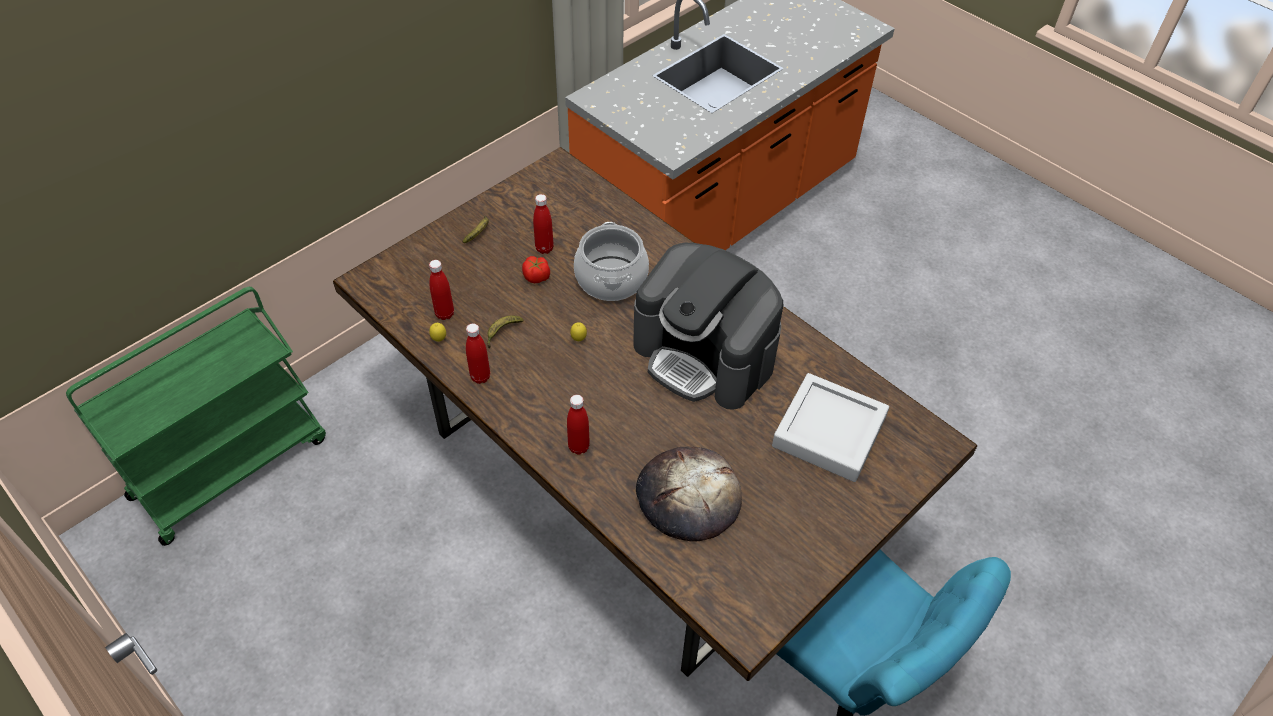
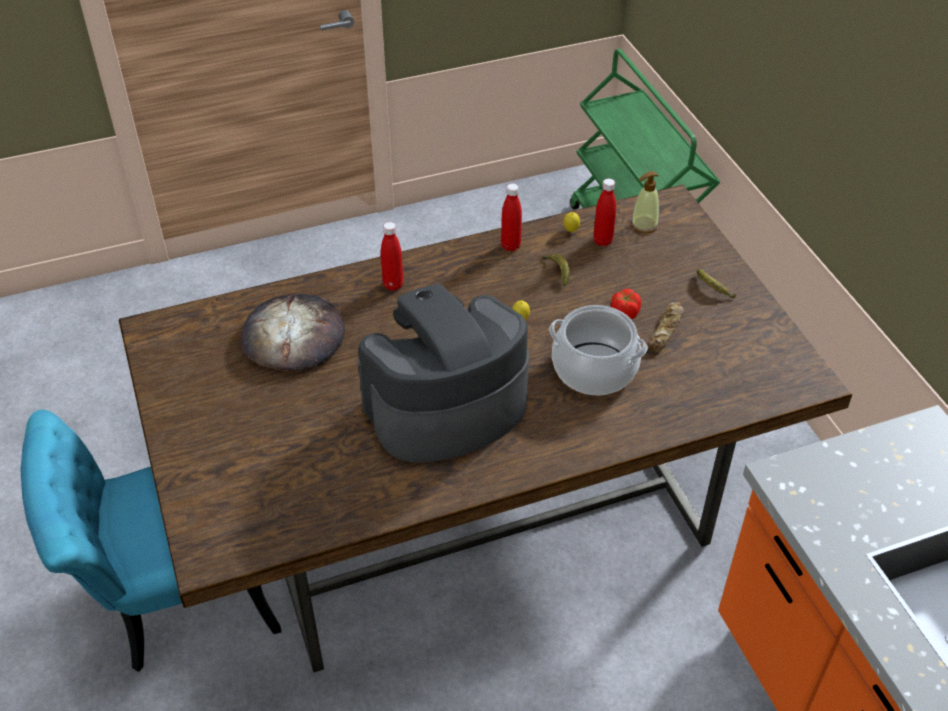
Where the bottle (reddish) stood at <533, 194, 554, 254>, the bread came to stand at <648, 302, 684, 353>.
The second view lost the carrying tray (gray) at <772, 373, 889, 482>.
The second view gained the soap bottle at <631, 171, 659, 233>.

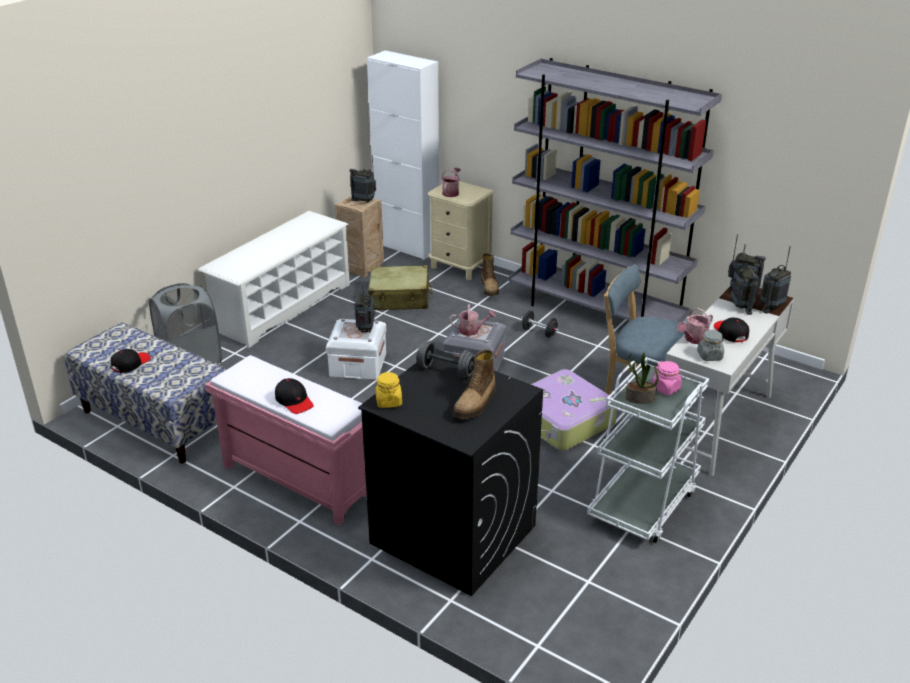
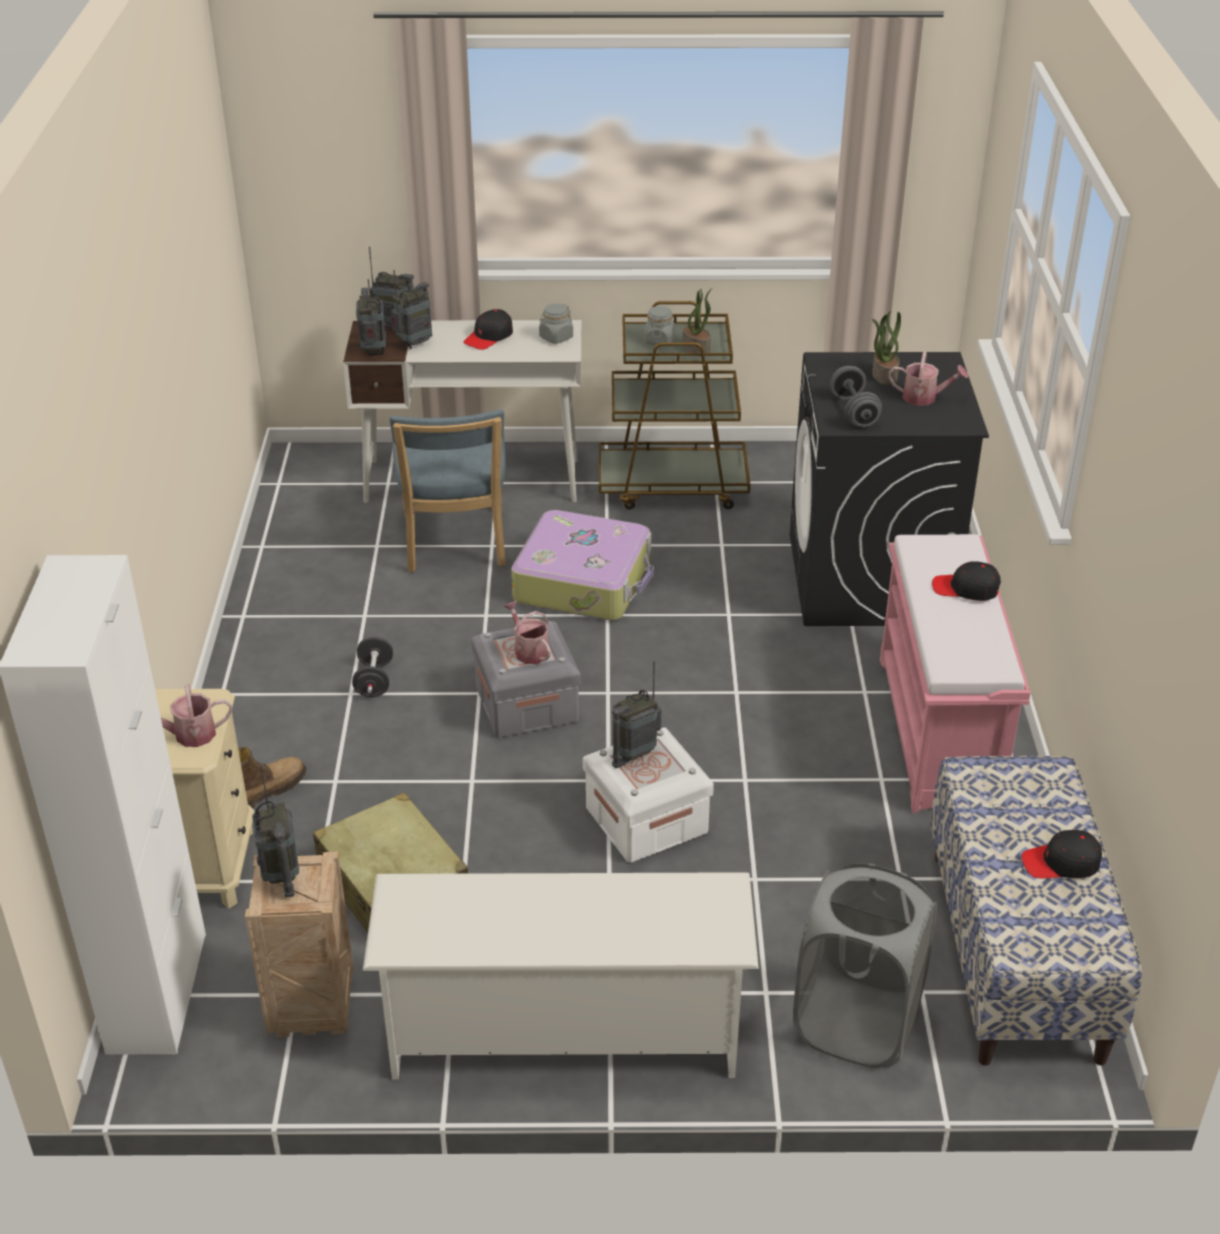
The second view lost the bookcase (gray) at <509, 58, 722, 322>.
The watering pot ended up elsewhere, having gone from <677, 308, 713, 344> to <889, 352, 968, 406>.
Where the high-top boot stood at <453, 349, 496, 419>, the potted plant came to stand at <872, 311, 901, 385>.
What was the wheeled cart (white-coloured) at <587, 357, 709, 543> turned into the wheeled cart (brownish) at <599, 301, 751, 510>.
What was the preserve jar (pink) at <652, 361, 682, 395> turned into the preserve jar (gray) at <644, 306, 675, 345>.
The second view lost the preserve jar (yellow) at <375, 372, 402, 408>.
The peaked cap (black) at <275, 378, 314, 414> ended up facing another way, 90 degrees counterclockwise from before.

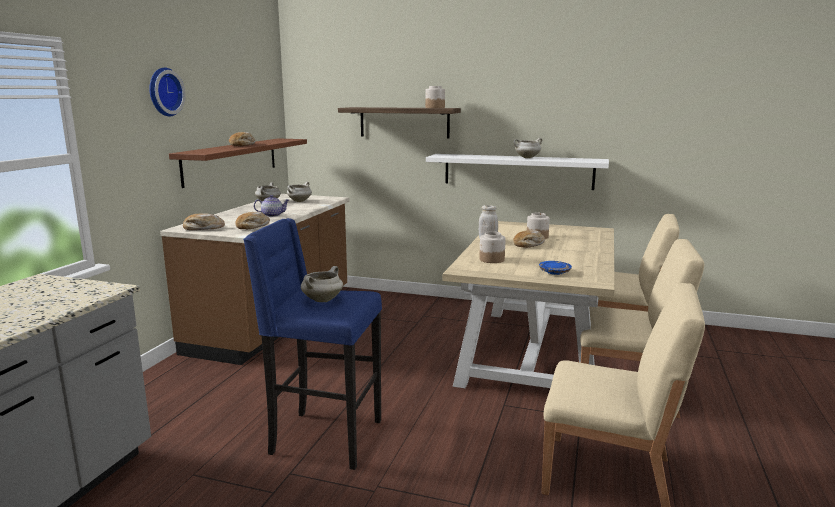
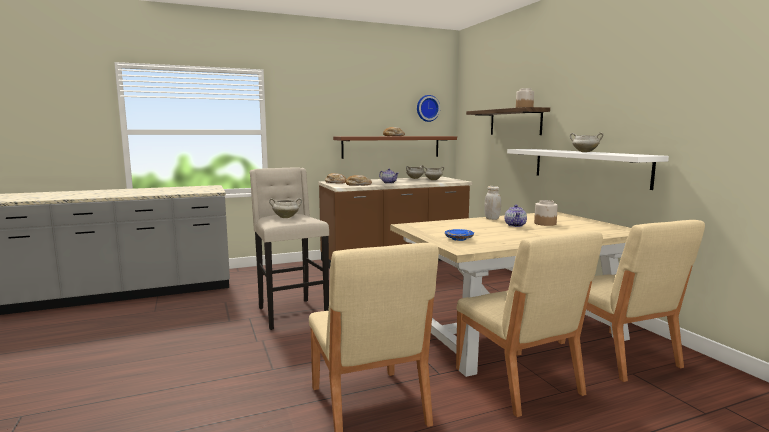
The wall clock ended up elsewhere, having gone from <149, 68, 186, 117> to <417, 95, 440, 122>.
What was the stool seat (bluish) at <243, 218, 382, 470> turned into the stool seat (sand-coloured) at <249, 167, 329, 330>.
Where the bread stood at <514, 230, 545, 248>, the pot for tea came to stand at <505, 205, 527, 227>.
The second view lost the preserve jar at <479, 231, 506, 263>.

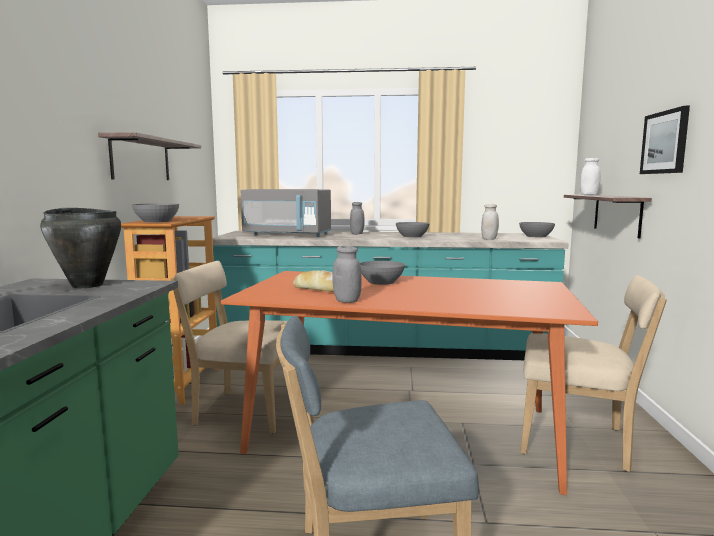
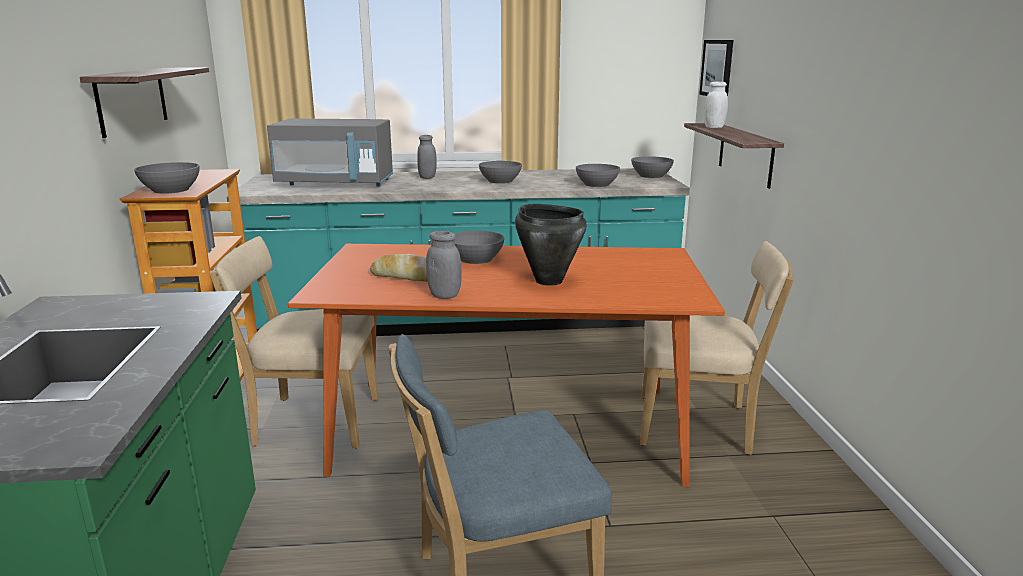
The picture ended up elsewhere, having gone from <640, 106, 690, 174> to <699, 40, 733, 96>.
Where the preserve jar (white-coloured) stood at <481, 204, 499, 240>, the bowl (gray) came to stand at <576, 164, 620, 187>.
The saucepot (black) ended up elsewhere, having gone from <40, 208, 121, 288> to <515, 204, 587, 286>.

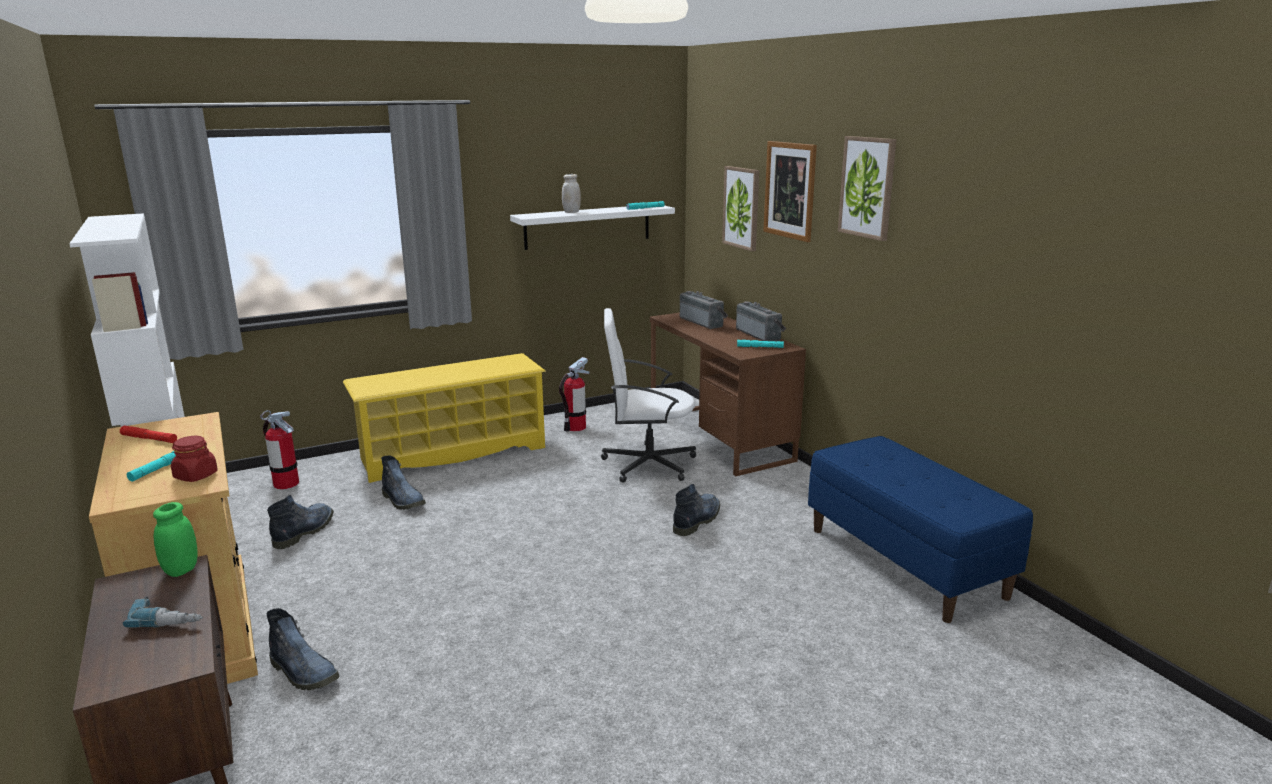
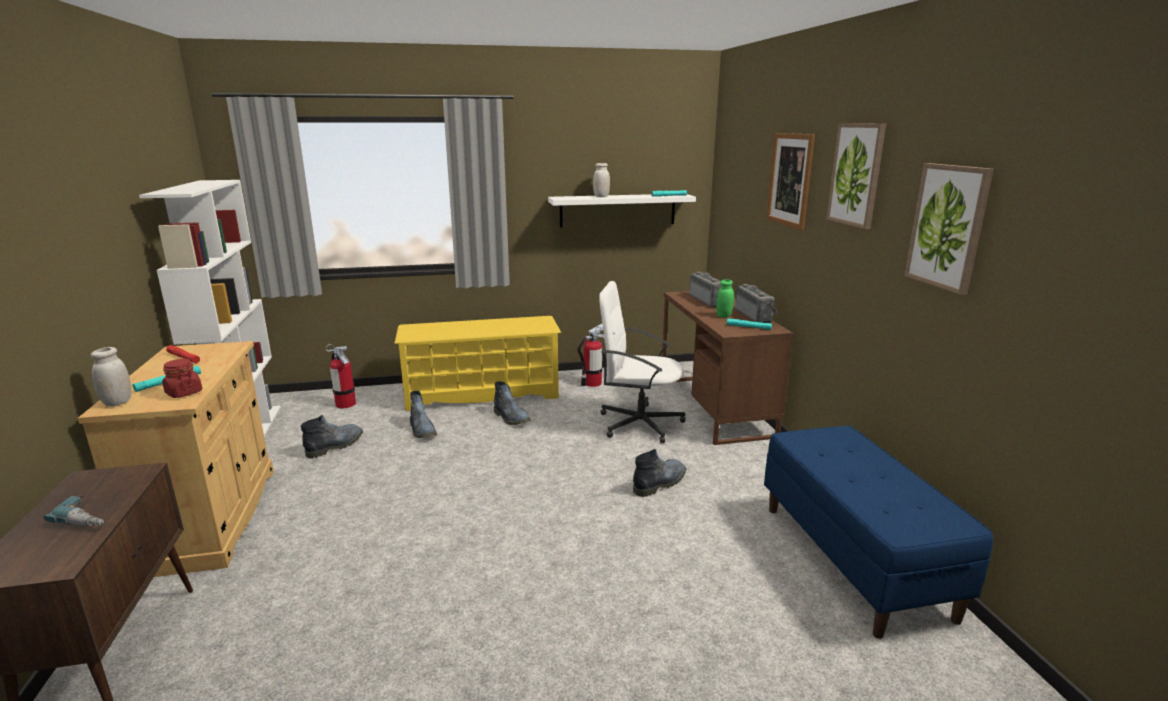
The picture ended up elsewhere, having gone from <722, 166, 759, 251> to <904, 163, 994, 295>.
The preserve jar (green-coloured) ended up elsewhere, having gone from <153, 502, 198, 577> to <716, 279, 734, 318>.
The high-top boot ended up elsewhere, having gone from <267, 608, 339, 690> to <494, 381, 531, 425>.
The second view gained the preserve jar (white-coloured) at <91, 347, 132, 407>.

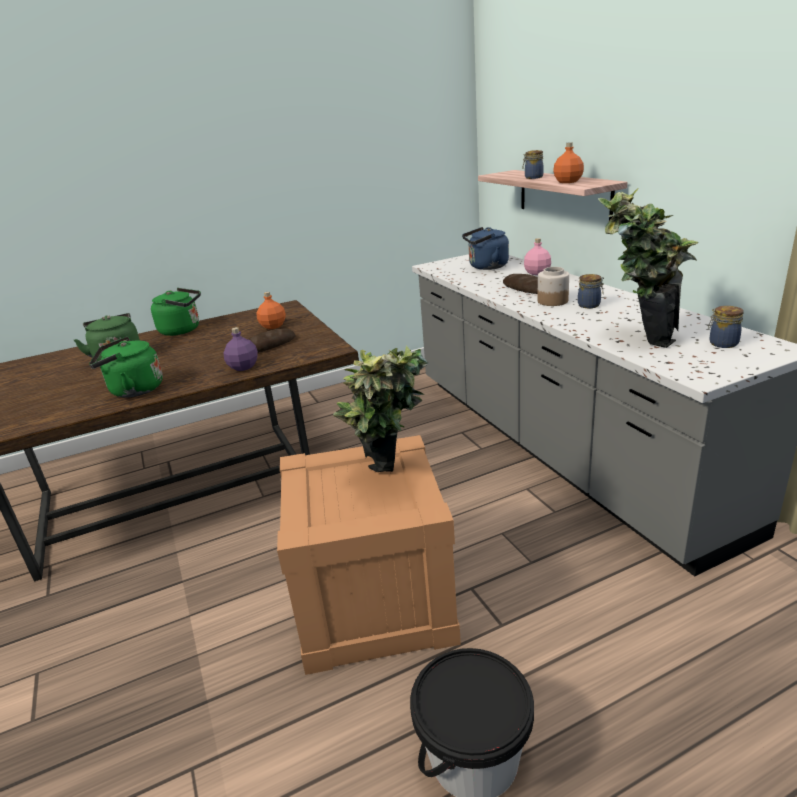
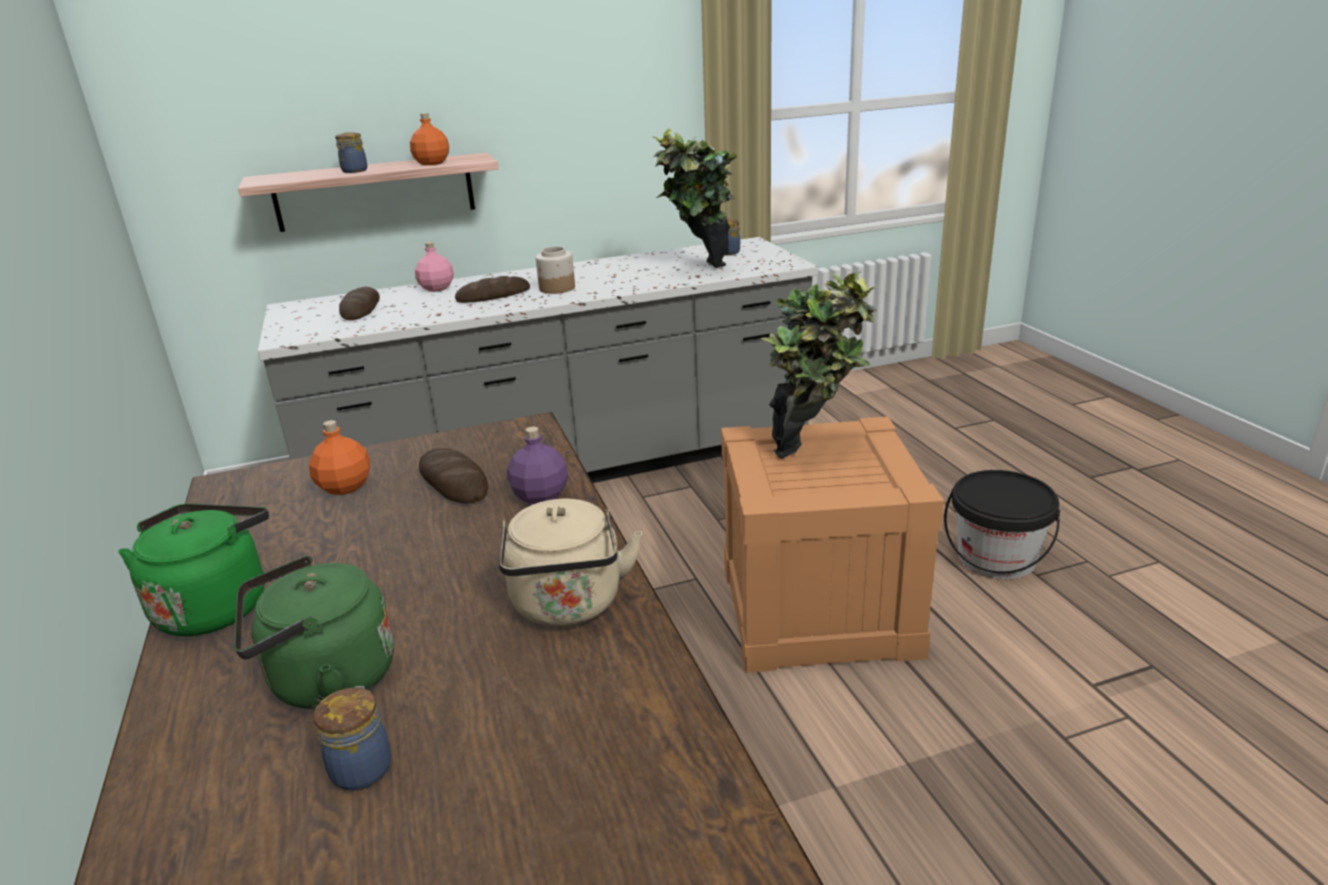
Where the kettle (bluish) stood at <462, 227, 509, 270>, the bread came to stand at <339, 287, 380, 320>.
The preserve jar ended up elsewhere, having gone from <578, 274, 604, 308> to <314, 686, 392, 791>.
What was the kettle (green-coloured) at <89, 337, 163, 398> turned into the kettle (sand-coloured) at <499, 499, 642, 627>.

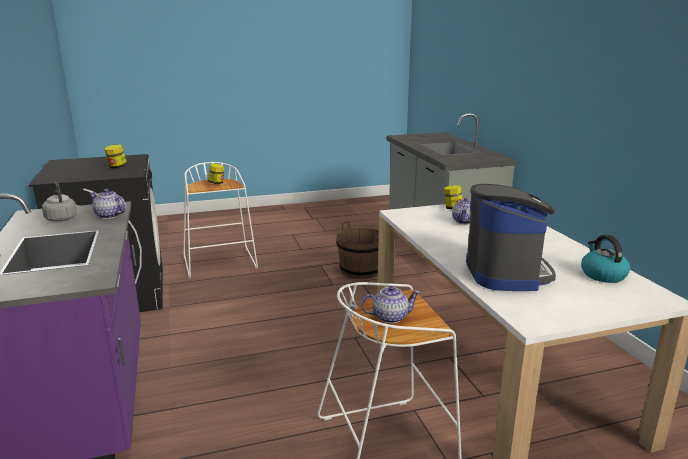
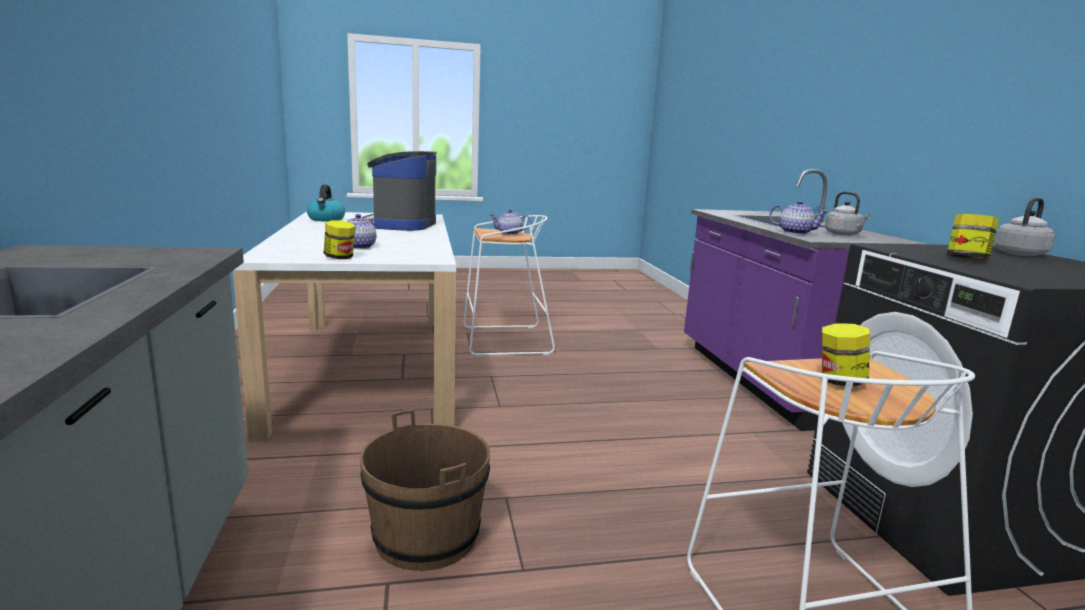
The second view gained the kettle (gray) at <994, 198, 1055, 256>.

